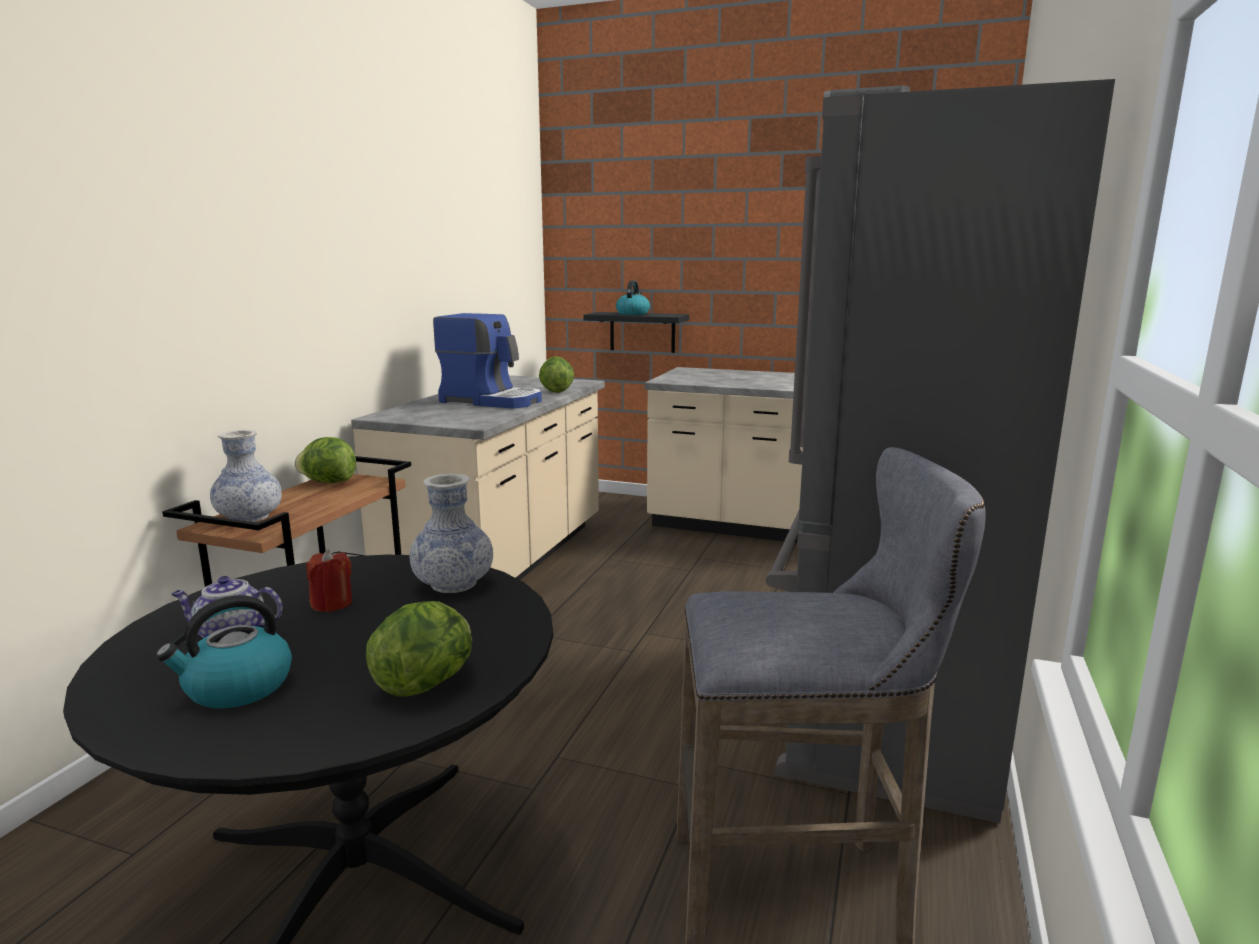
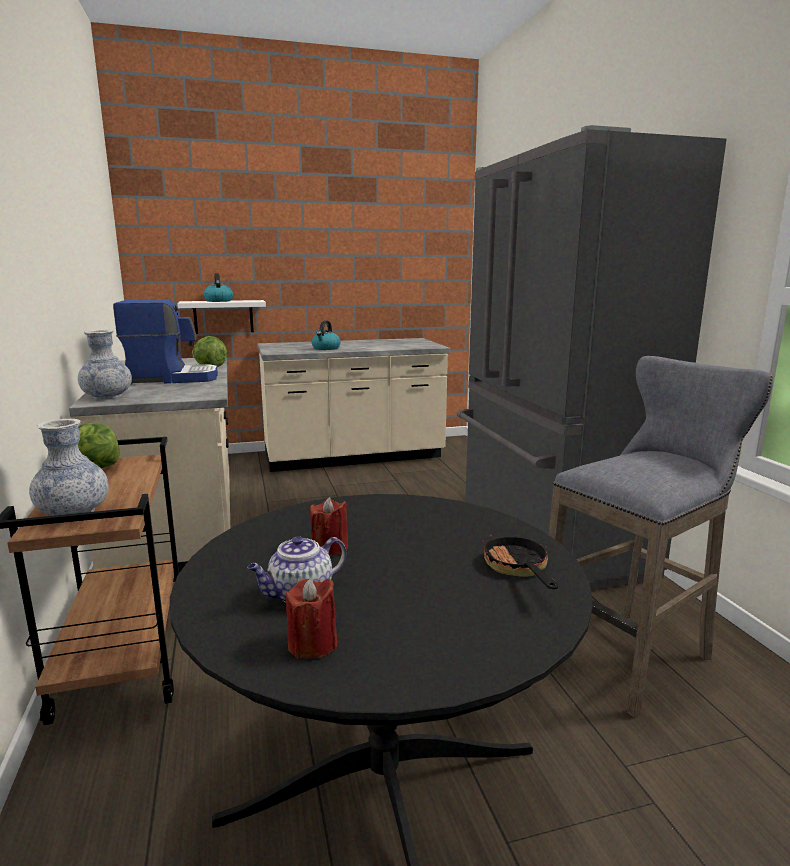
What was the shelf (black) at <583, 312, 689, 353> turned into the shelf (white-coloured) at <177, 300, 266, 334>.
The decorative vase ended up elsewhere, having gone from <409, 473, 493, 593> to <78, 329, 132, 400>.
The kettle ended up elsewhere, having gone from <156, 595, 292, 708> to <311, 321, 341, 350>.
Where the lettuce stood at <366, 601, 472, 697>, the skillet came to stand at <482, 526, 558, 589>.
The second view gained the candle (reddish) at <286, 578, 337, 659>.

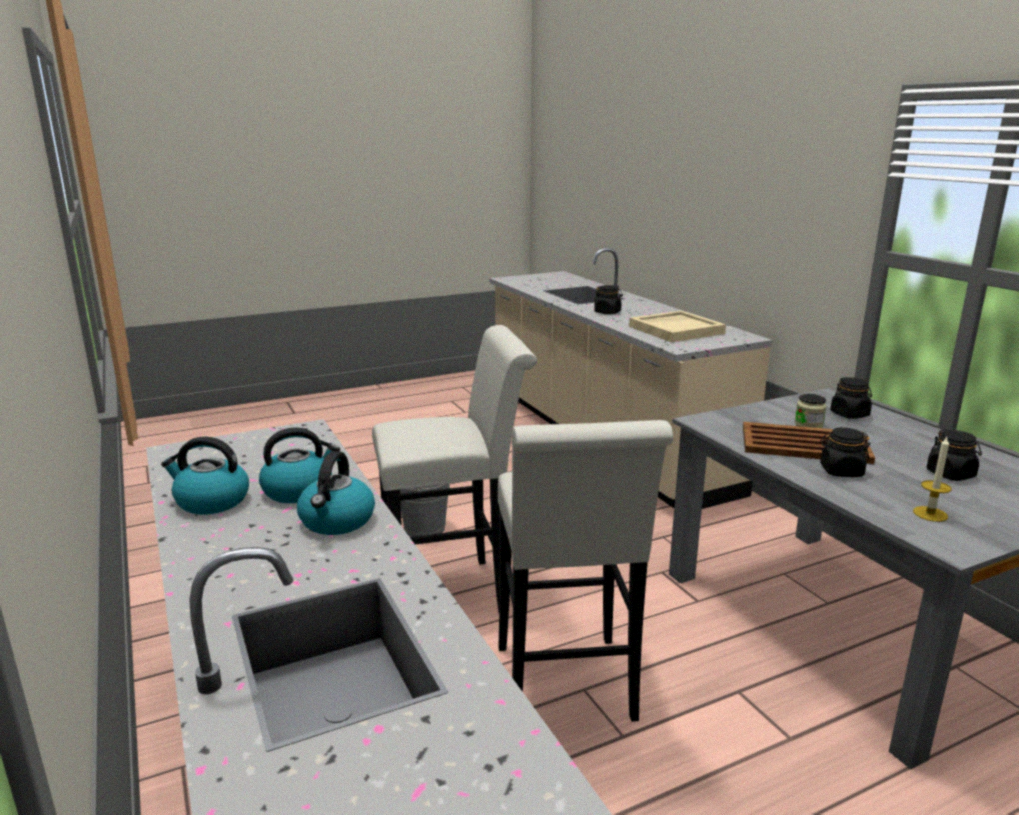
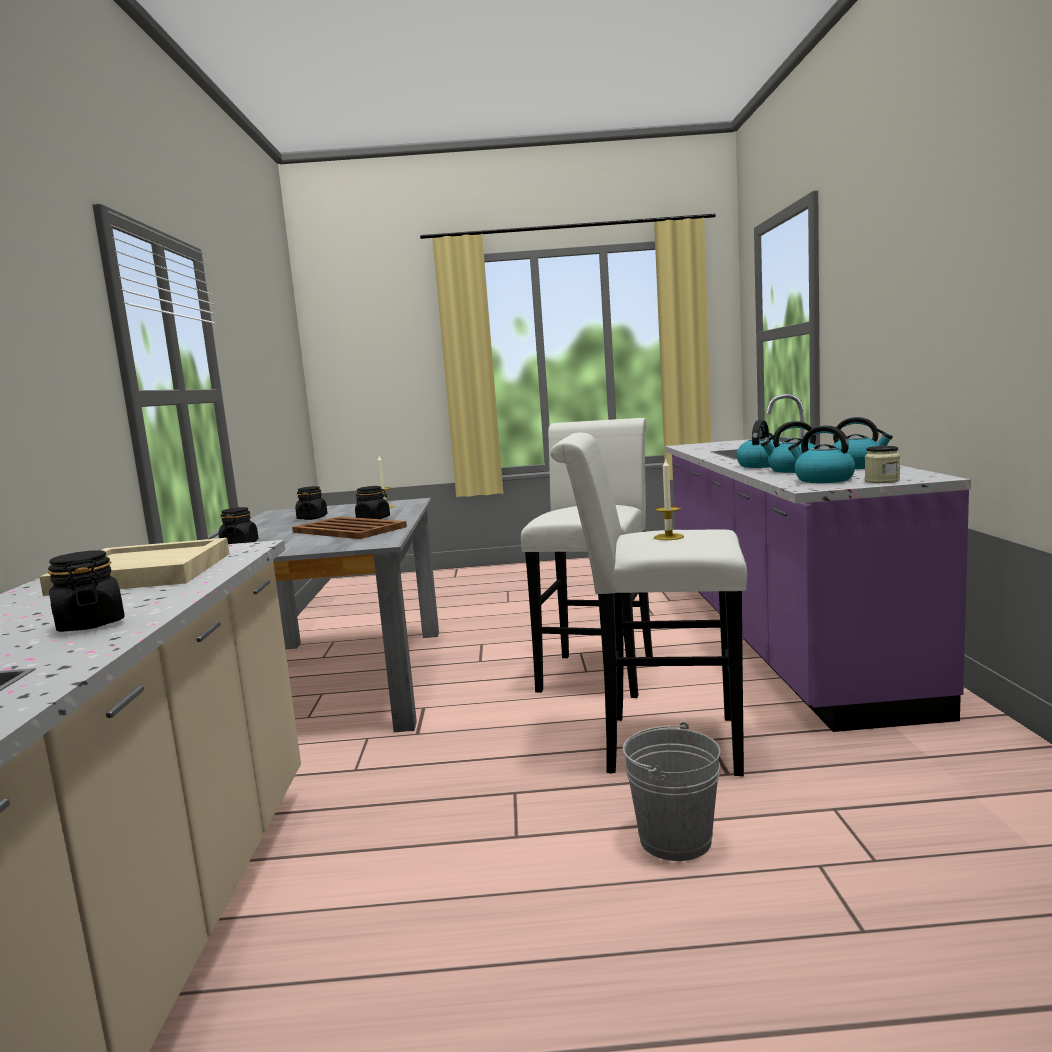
The preserve jar ended up elsewhere, having gone from <795, 394, 827, 428> to <865, 446, 900, 483>.
The second view gained the kettle at <788, 425, 855, 483>.
The second view gained the candle at <654, 458, 684, 540>.

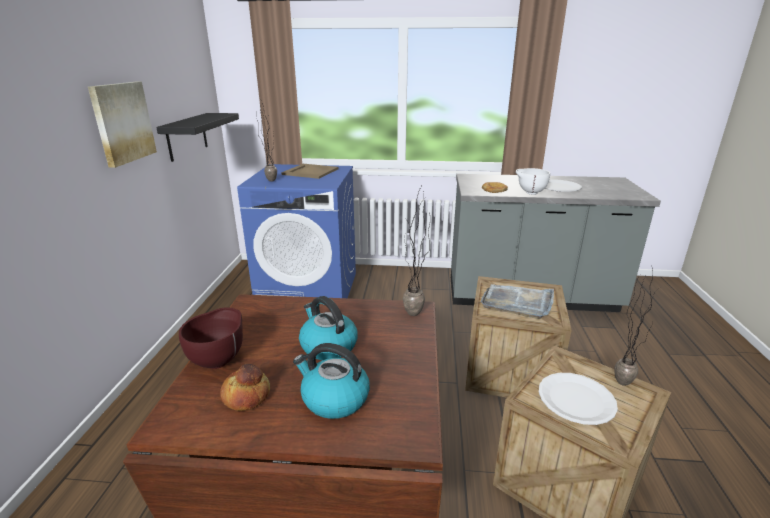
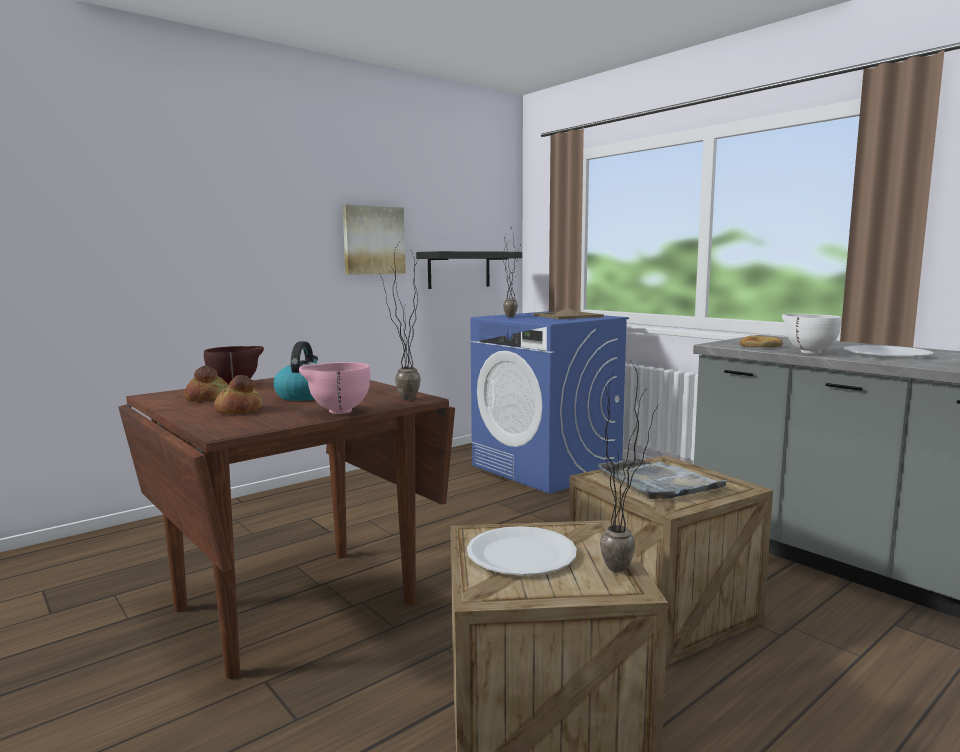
Where the kettle stood at <293, 343, 370, 419>, the bread came to stand at <214, 375, 262, 414>.
The second view gained the bowl (pink) at <299, 362, 370, 414>.

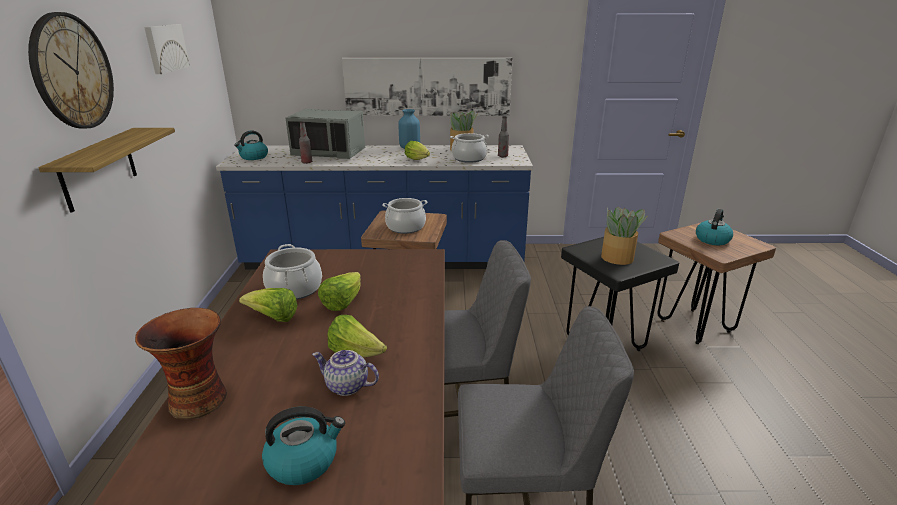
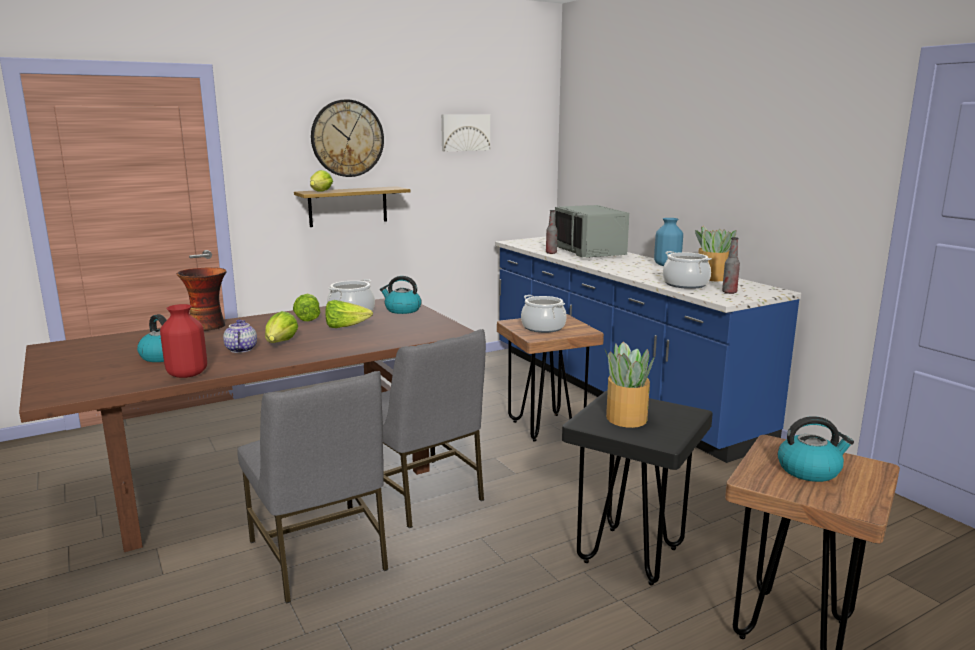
The second view lost the picture at <342, 58, 513, 116>.
The kettle ended up elsewhere, having gone from <234, 130, 268, 160> to <380, 276, 422, 314>.
The lettuce ended up elsewhere, having gone from <405, 141, 430, 160> to <310, 170, 333, 192>.
The second view gained the decorative vase (reddish) at <160, 304, 207, 378>.

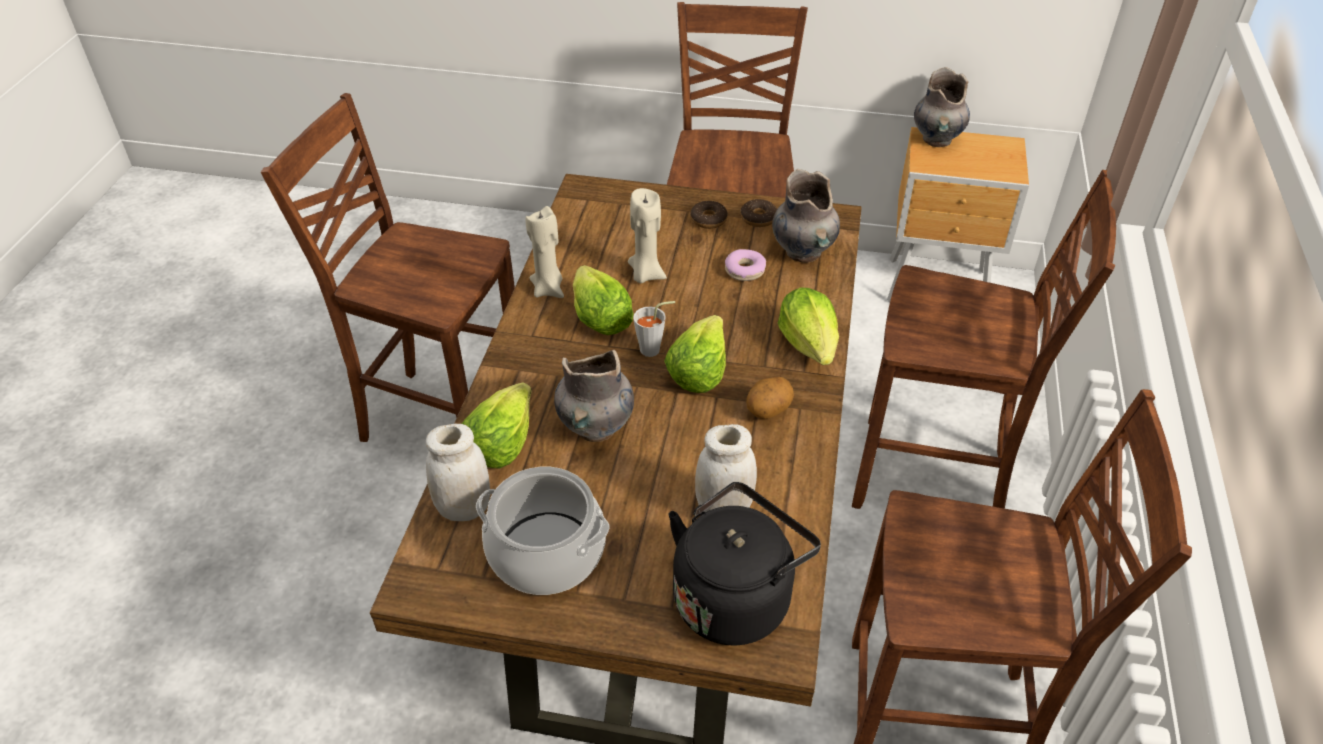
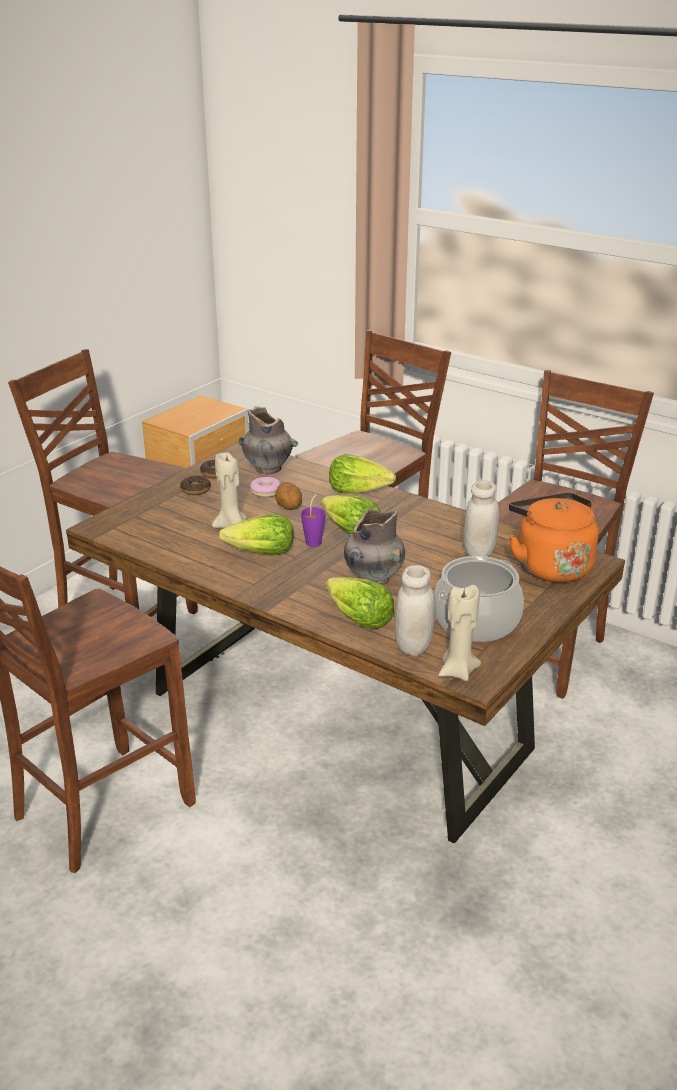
The second view lost the decorative vase (gray) at <914, 67, 970, 147>.
The candle (sand-coloured) ended up elsewhere, having gone from <525, 206, 564, 298> to <439, 585, 481, 681>.
What was the cup (gray) at <633, 301, 675, 357> turned into the cup (purple) at <301, 494, 326, 547>.
The potato ended up elsewhere, having gone from <746, 377, 794, 419> to <275, 482, 302, 510>.
What was the kettle (black) at <668, 482, 821, 645> turned into the kettle (orange-coloured) at <509, 492, 599, 583>.

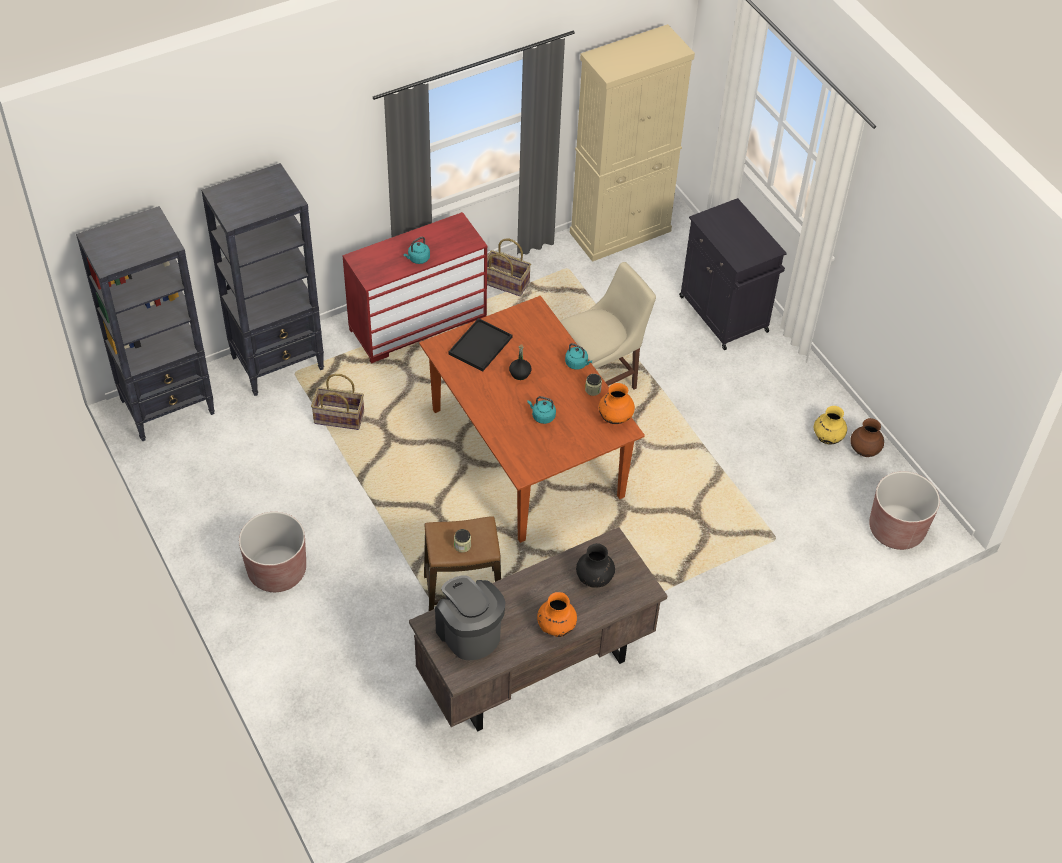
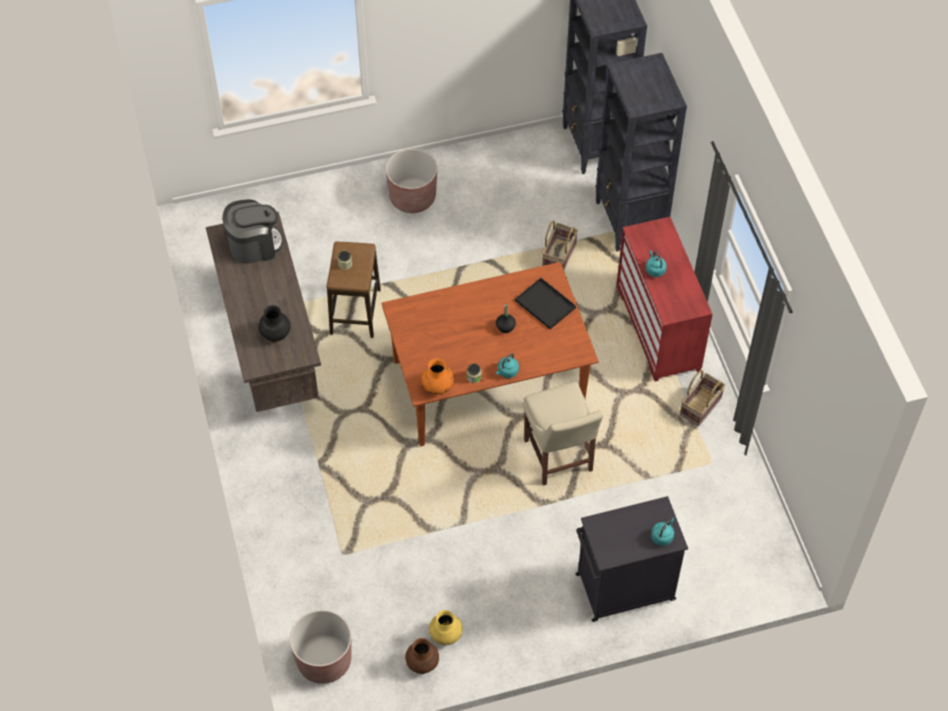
The second view lost the storage cabinet (sand-coloured) at <570, 24, 695, 262>.
The kettle (blue-green) ended up elsewhere, having gone from <527, 396, 556, 424> to <651, 518, 674, 546>.
The second view lost the decorative vase (orange-coloured) at <537, 592, 577, 637>.

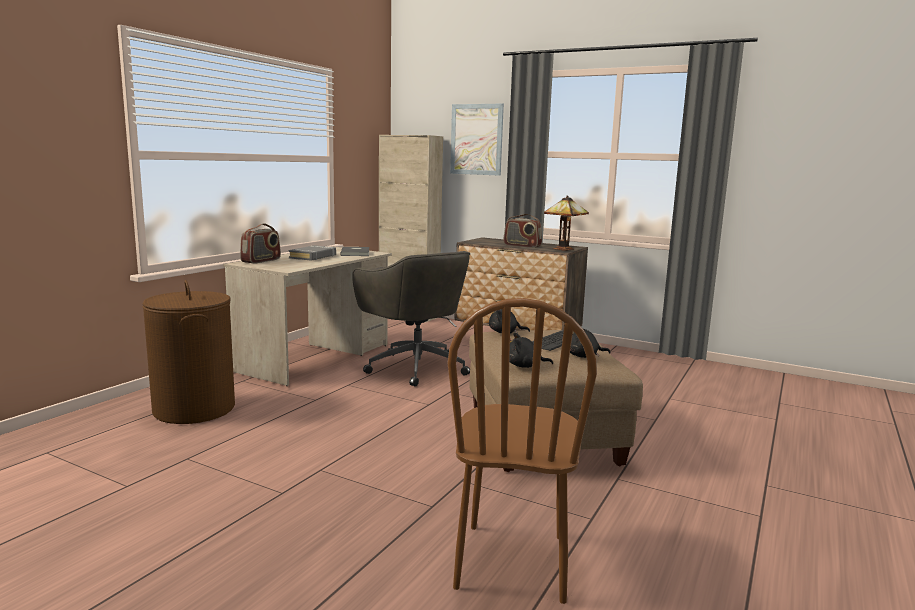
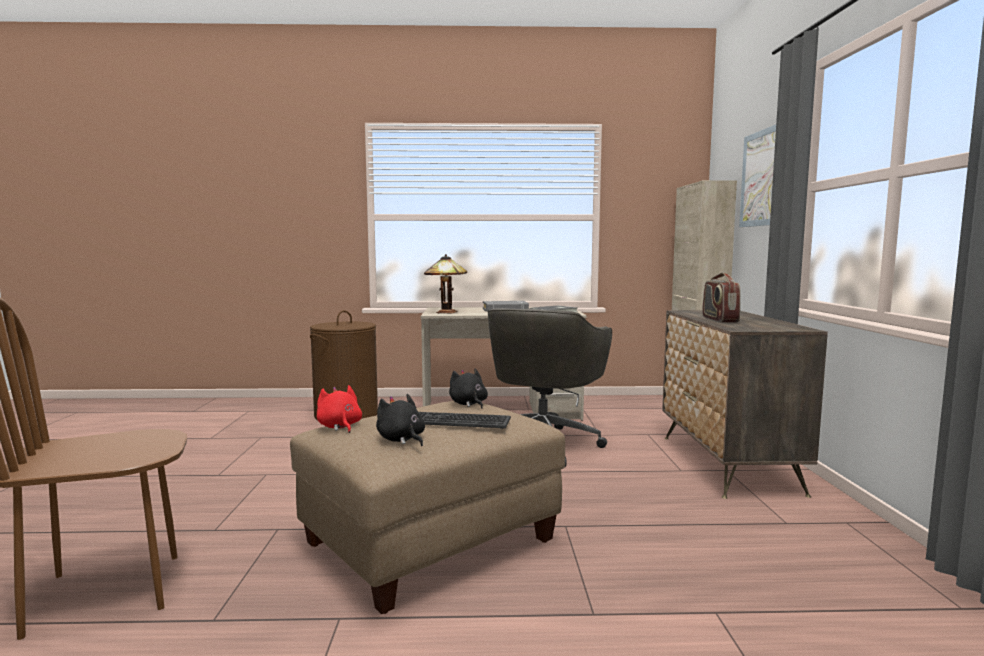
The tabletop lamp ended up elsewhere, having gone from <544, 195, 589, 251> to <424, 254, 467, 313>.
The second view lost the radio at <240, 223, 281, 264>.
What was the cuddly toy (black) at <509, 332, 553, 368> turned into the cuddly toy (reddish) at <317, 385, 362, 433>.

